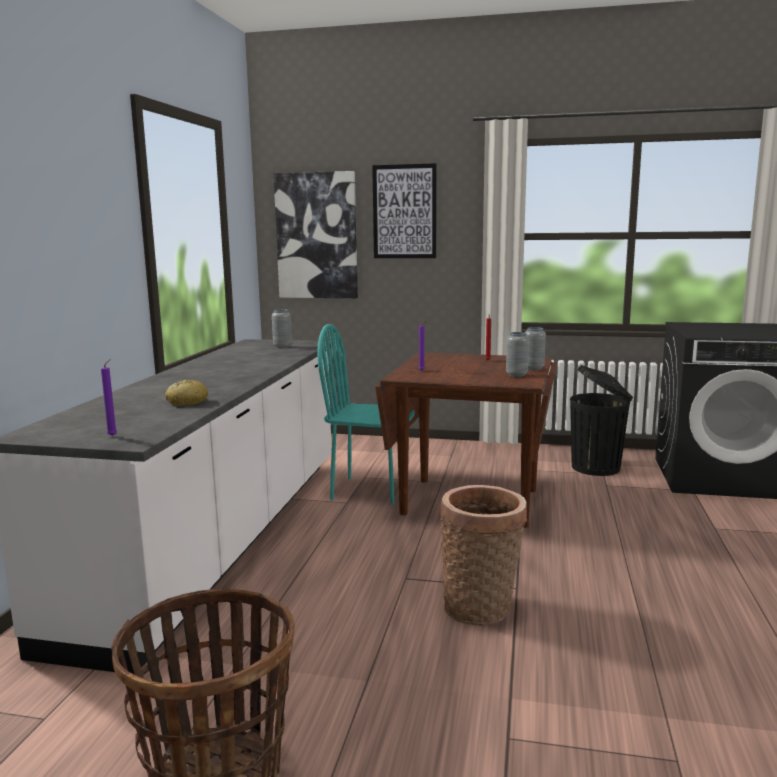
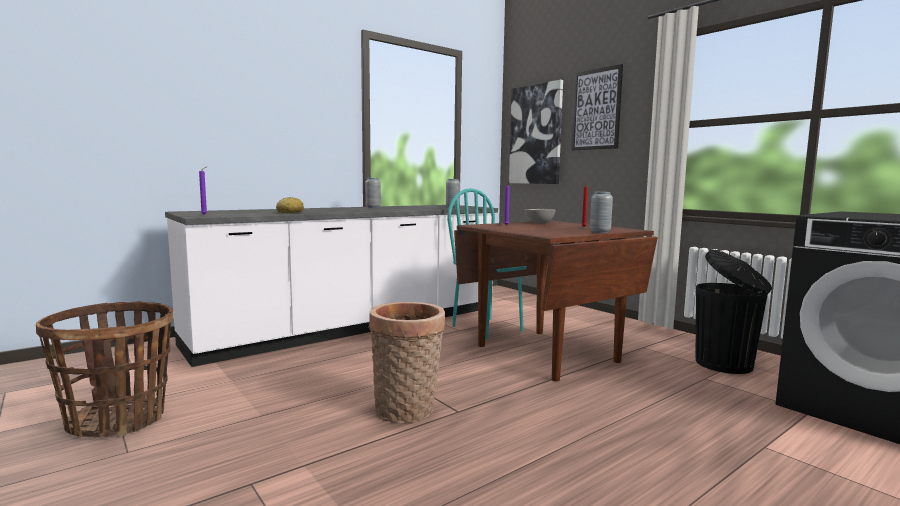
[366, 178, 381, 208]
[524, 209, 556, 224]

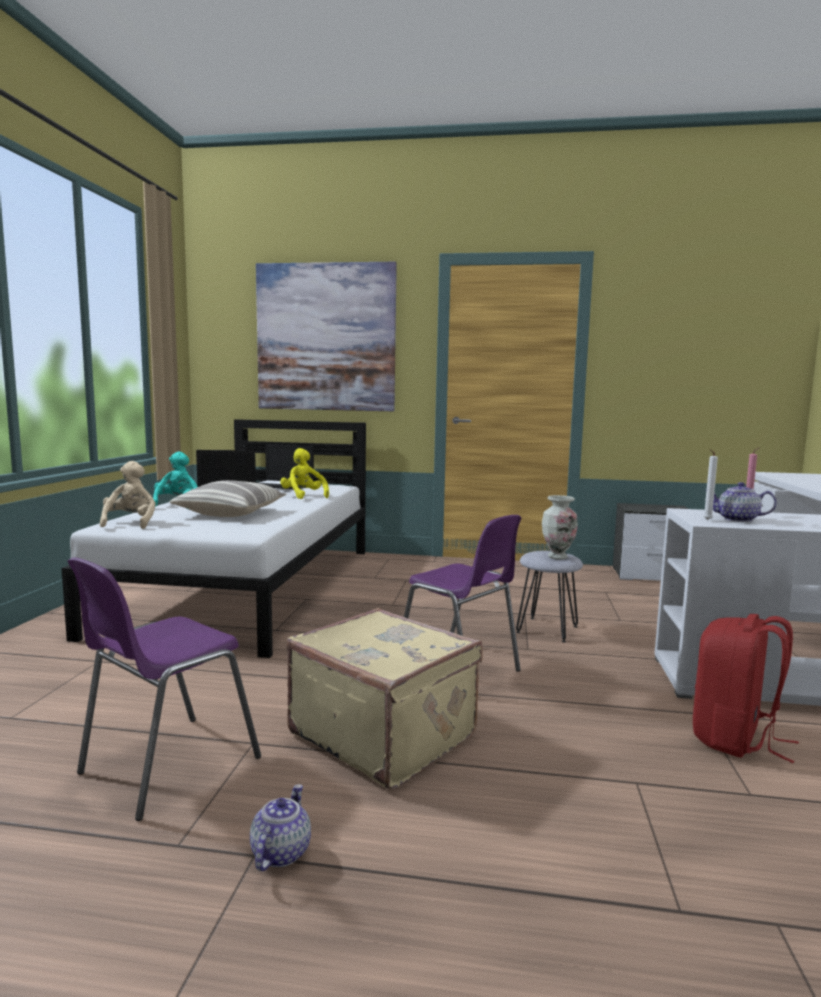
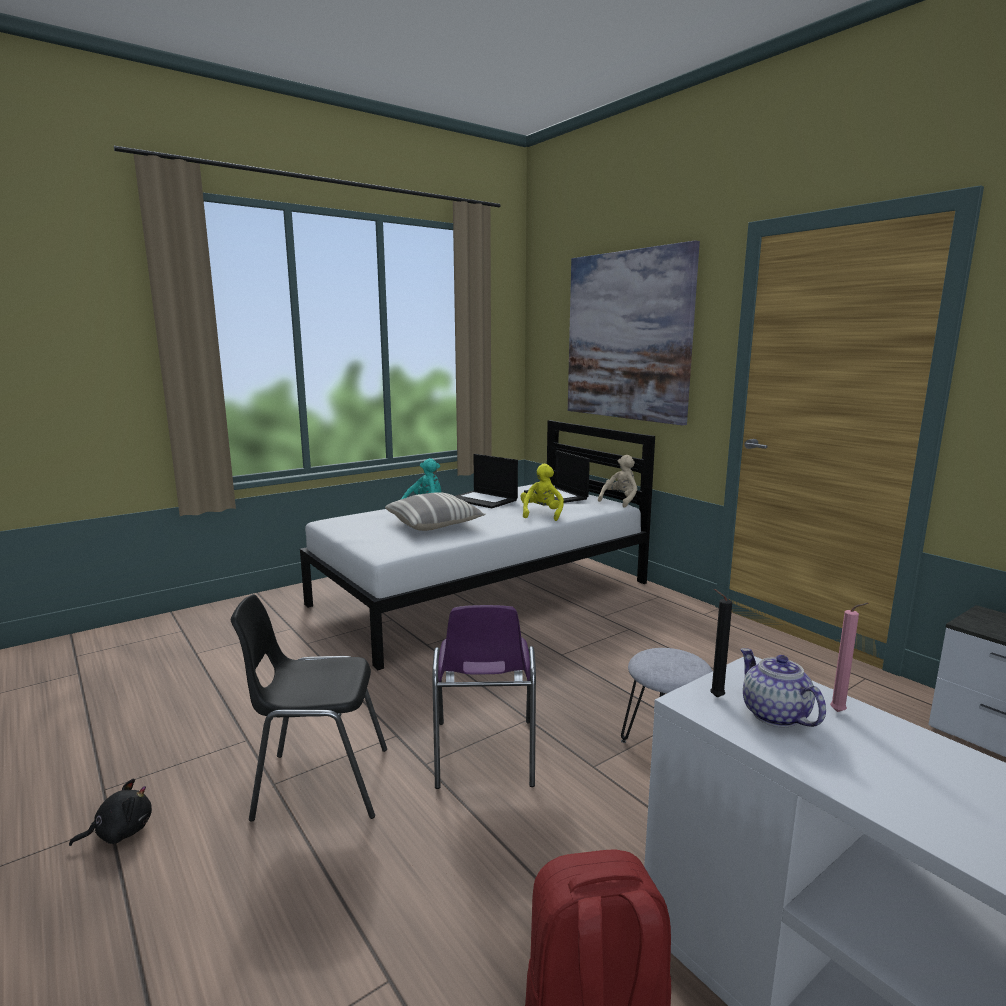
[68, 558, 261, 821] (first image)
[598, 455, 638, 508]
[69, 779, 152, 846]
[231, 594, 387, 822]
[542, 495, 578, 560] (first image)
[710, 589, 732, 697]

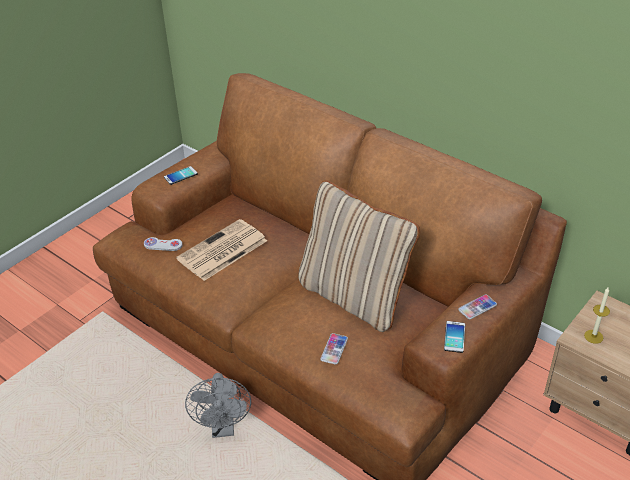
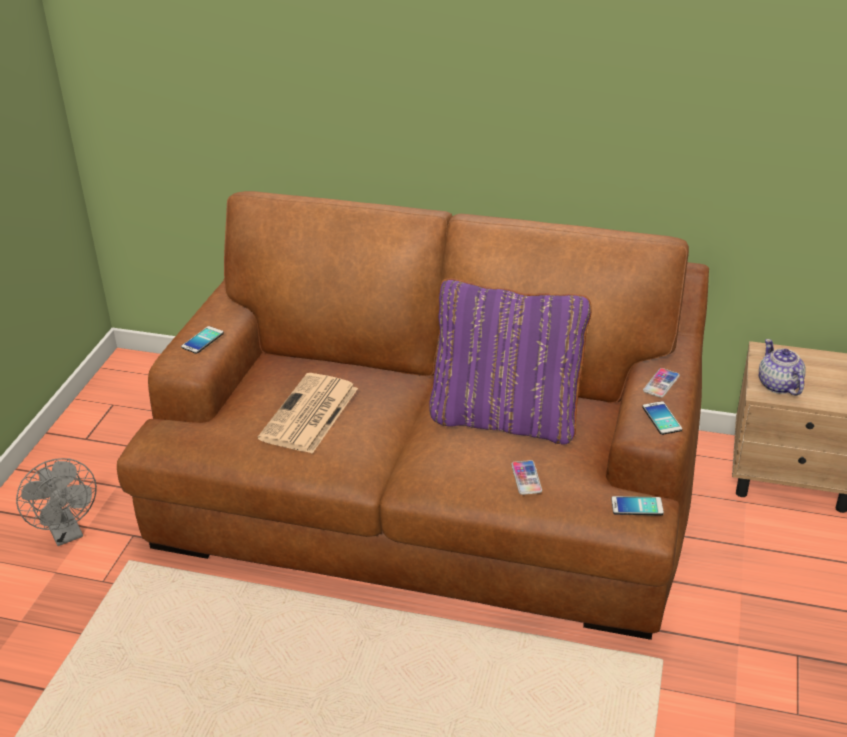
[144, 237, 183, 251] (first image)
[16, 458, 97, 546]
[429, 278, 592, 444]
[759, 339, 805, 396]
[611, 496, 664, 515]

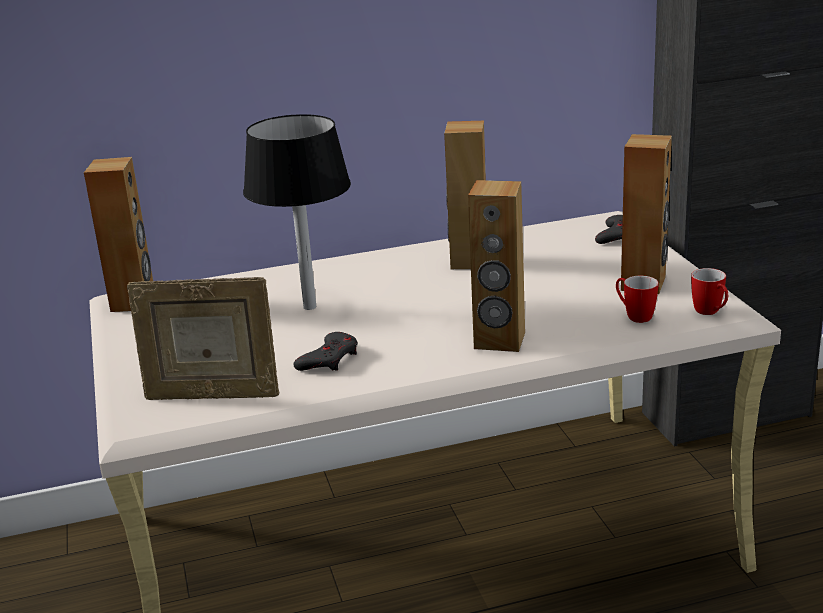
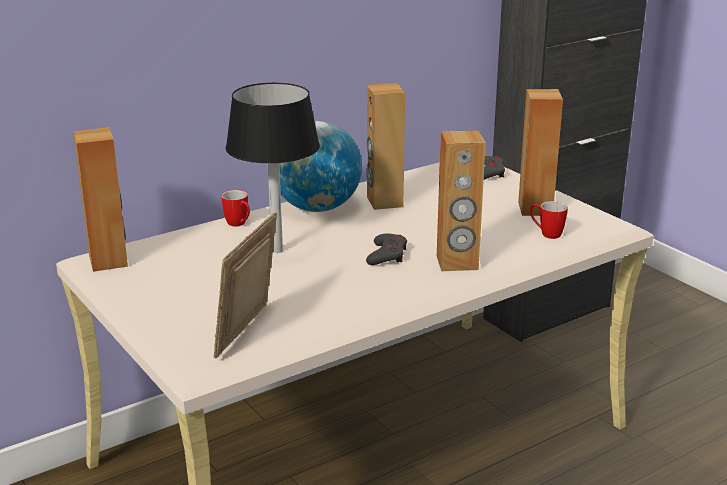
[214, 212, 277, 358]
[366, 233, 407, 265]
[221, 190, 250, 227]
[280, 121, 362, 212]

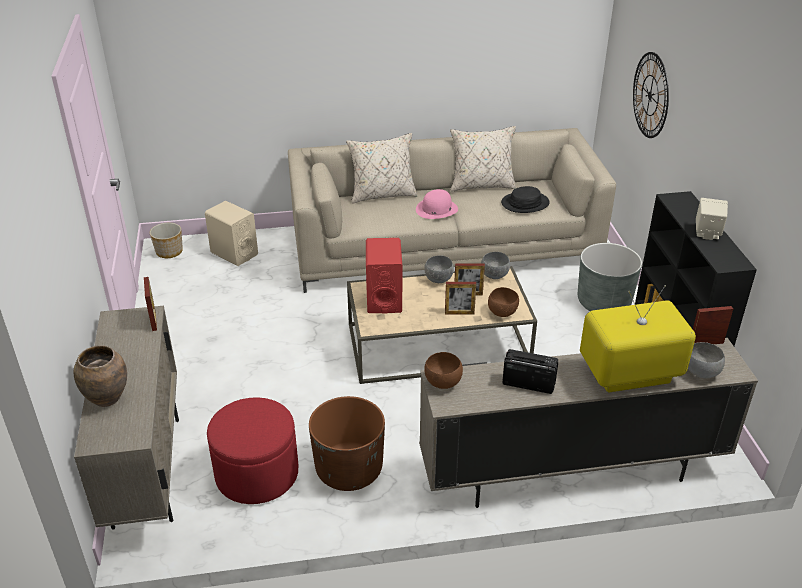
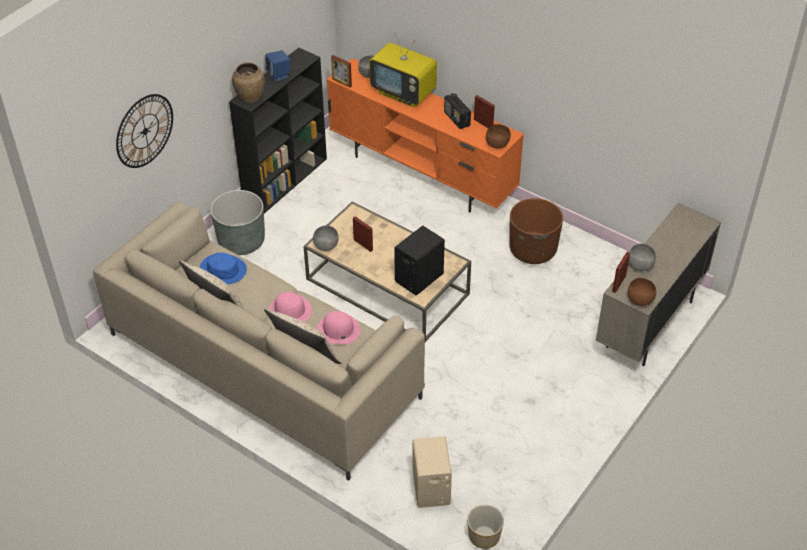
[232, 62, 265, 103]
[207, 397, 298, 504] (first image)
[394, 226, 445, 296]
[327, 58, 524, 212]
[629, 244, 656, 271]
[474, 95, 495, 128]
[628, 278, 656, 306]
[199, 252, 247, 284]
[265, 50, 290, 82]
[317, 311, 361, 345]

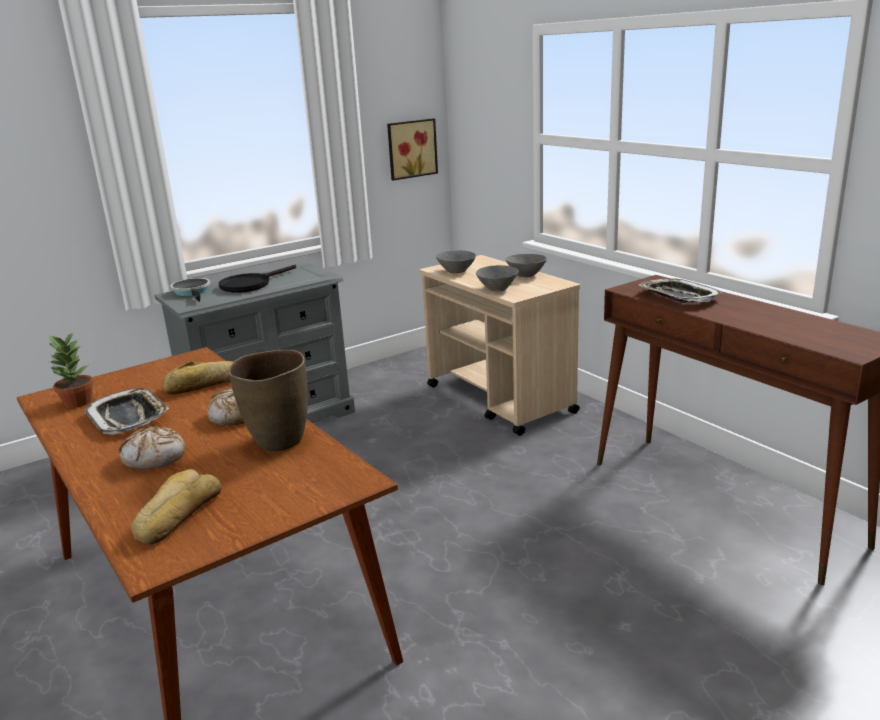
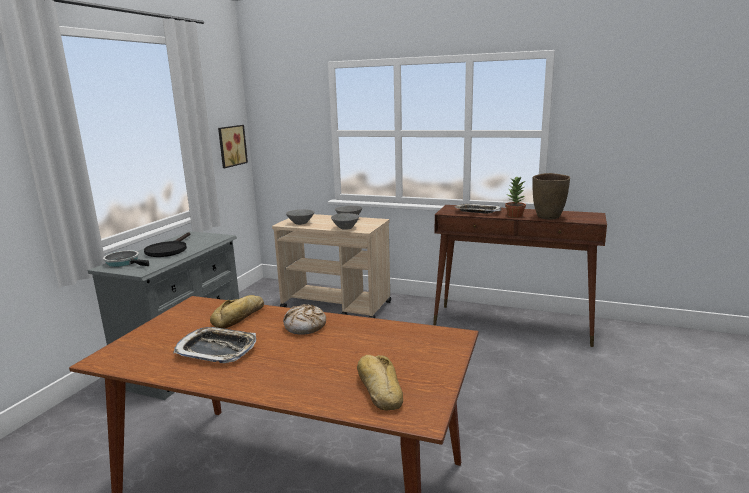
[505, 177, 526, 218]
[119, 426, 185, 469] (first image)
[532, 173, 570, 219]

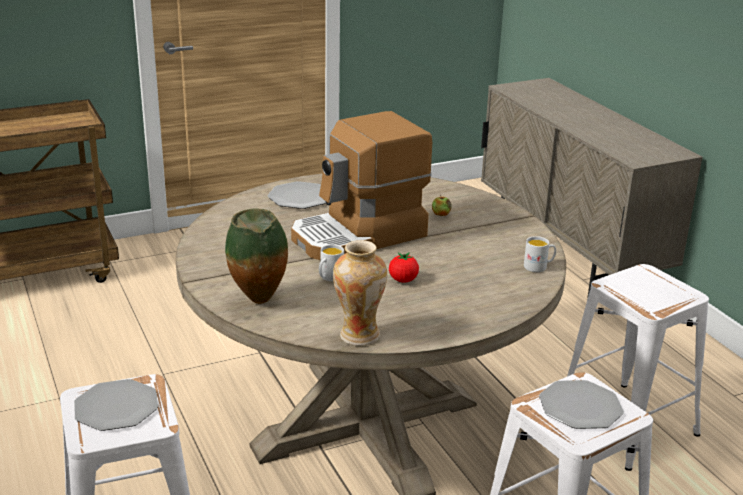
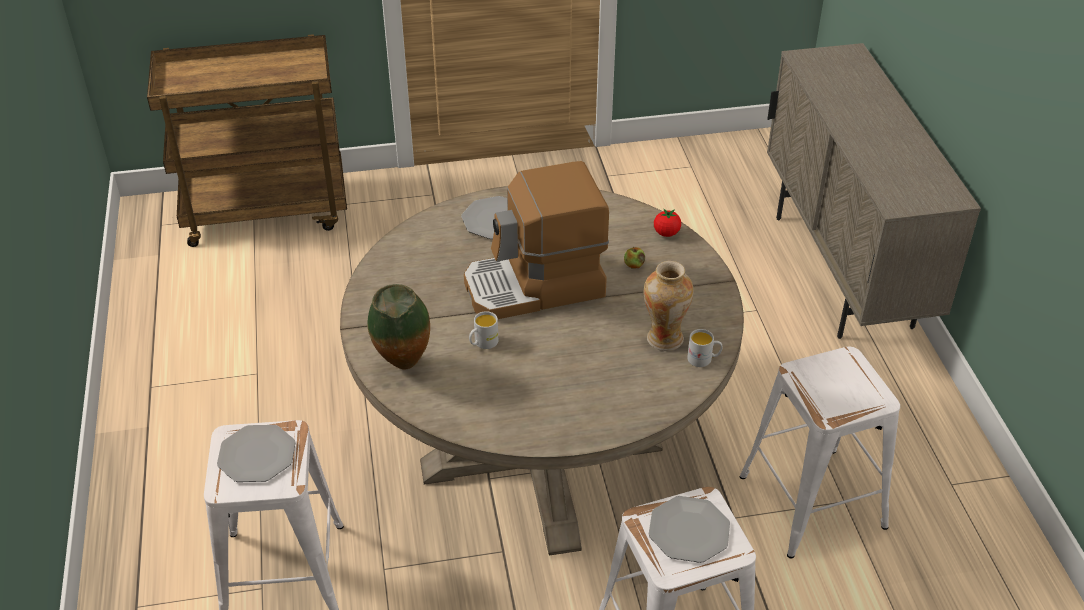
[644, 261, 693, 351]
[654, 209, 681, 237]

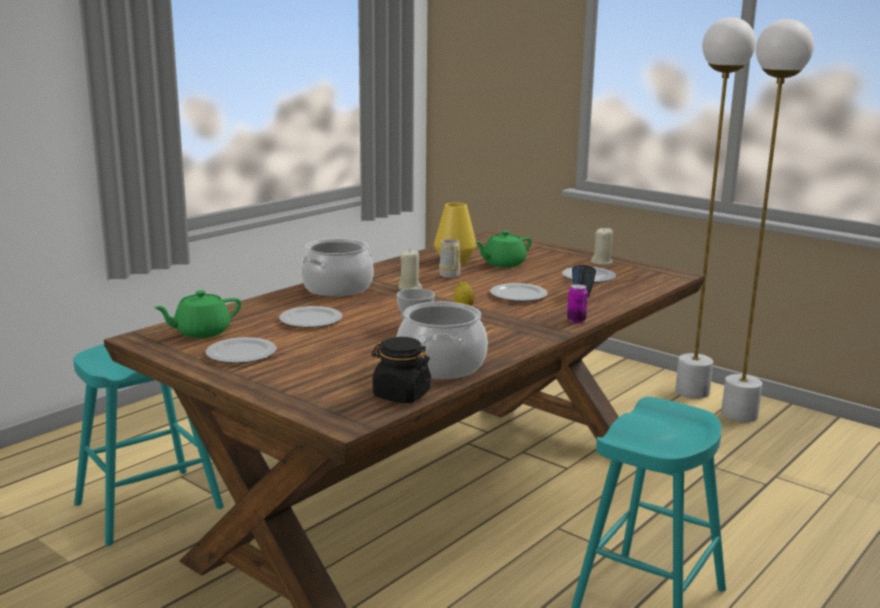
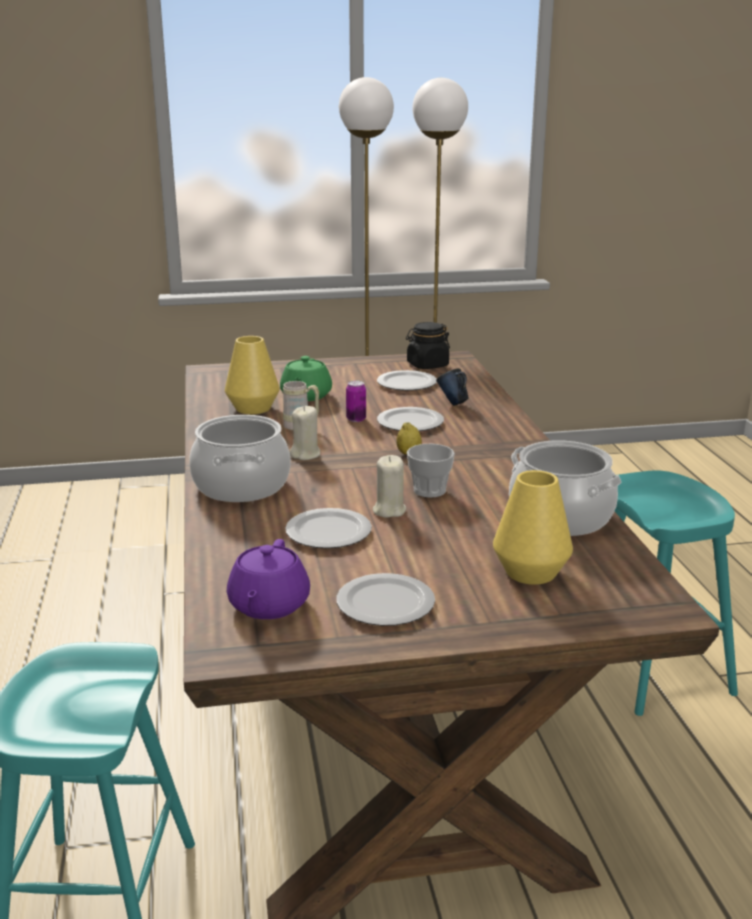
[227, 539, 310, 619]
[406, 322, 450, 369]
[346, 381, 366, 422]
[373, 455, 406, 518]
[493, 470, 573, 585]

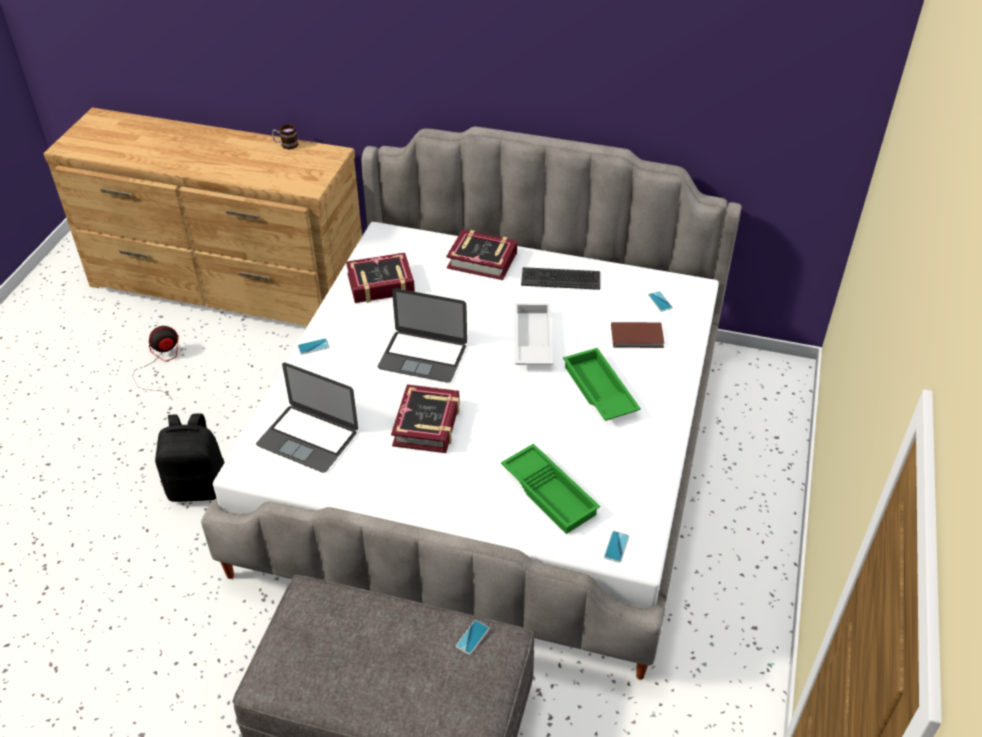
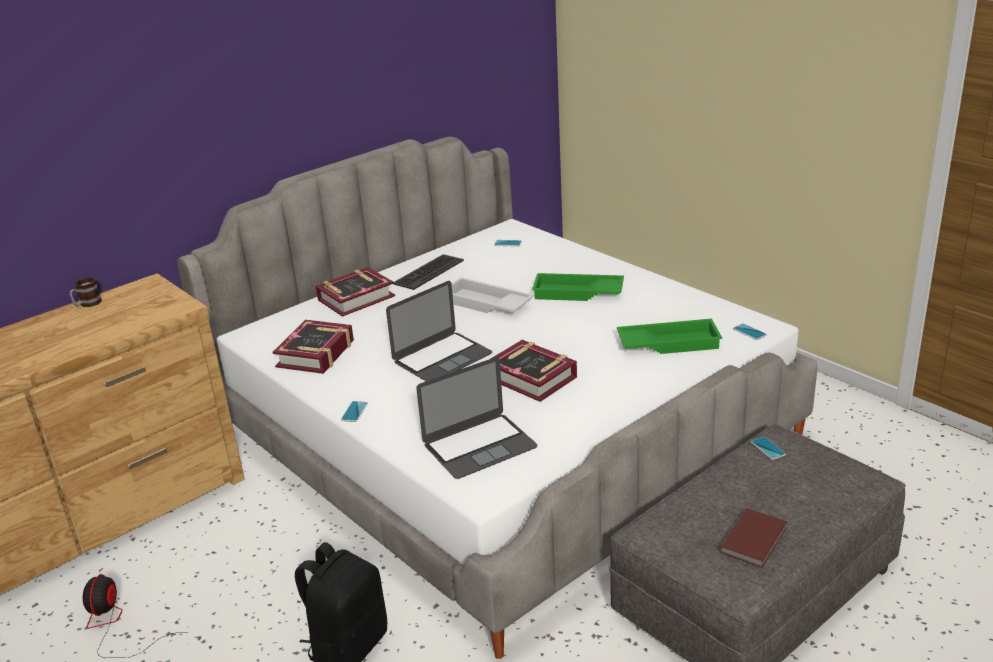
[719, 508, 787, 568]

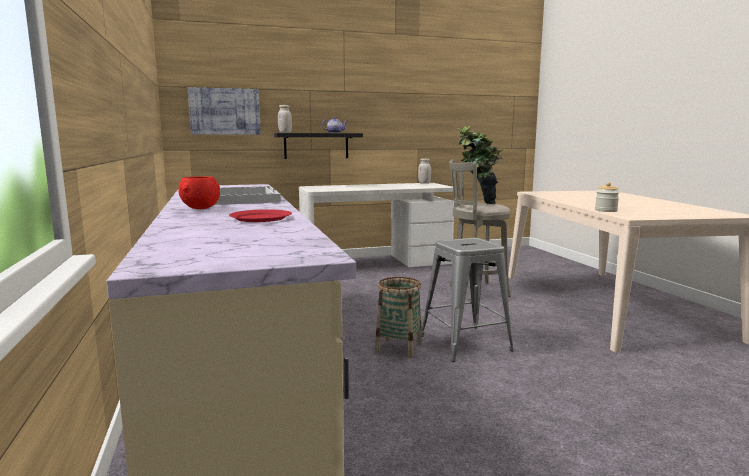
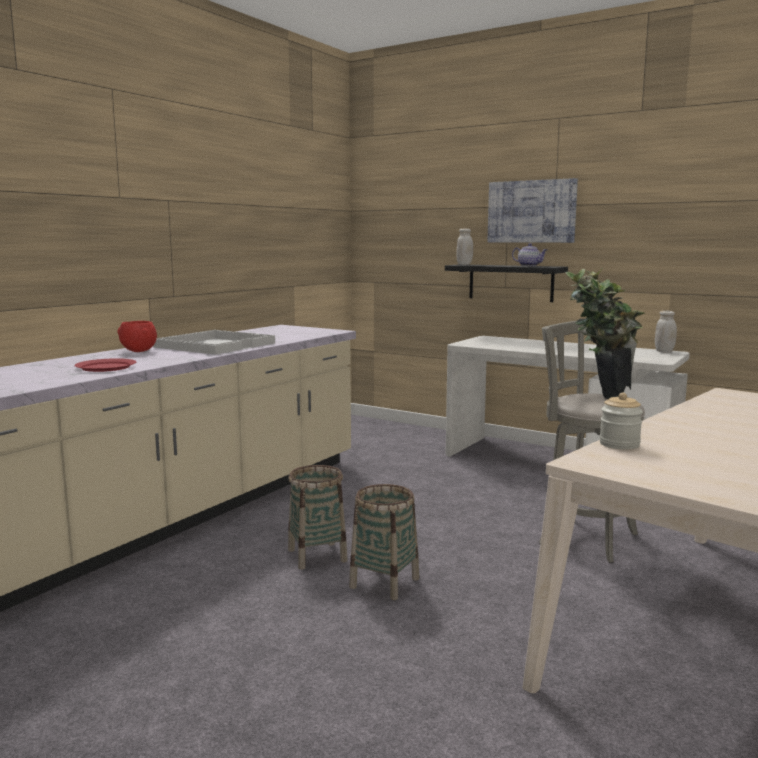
[487, 178, 578, 243]
[349, 484, 419, 600]

